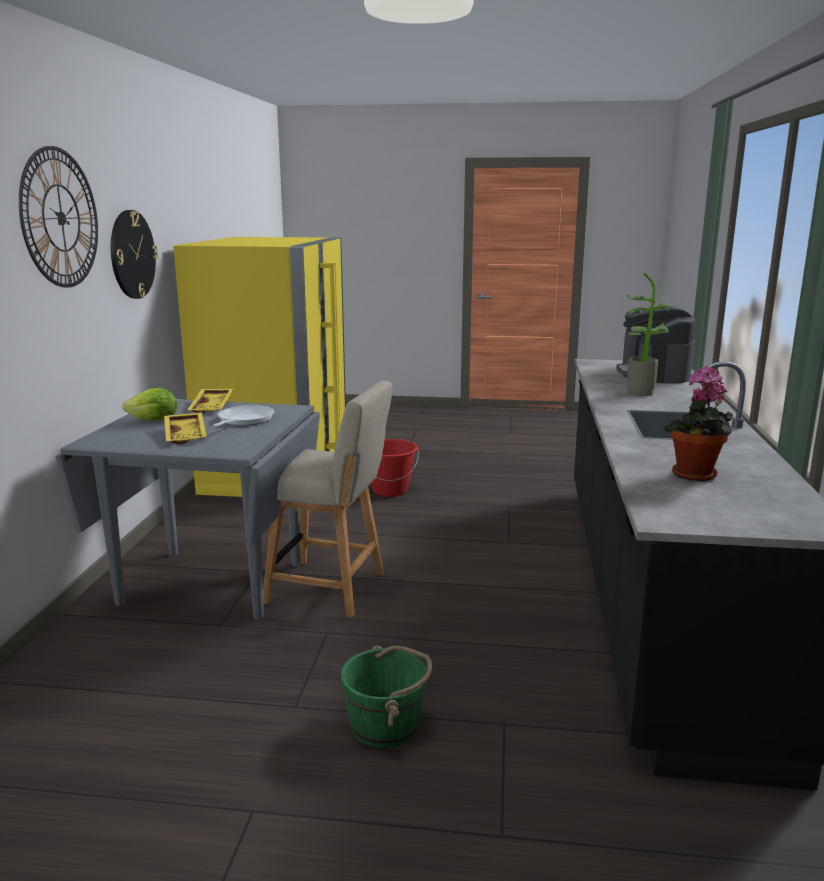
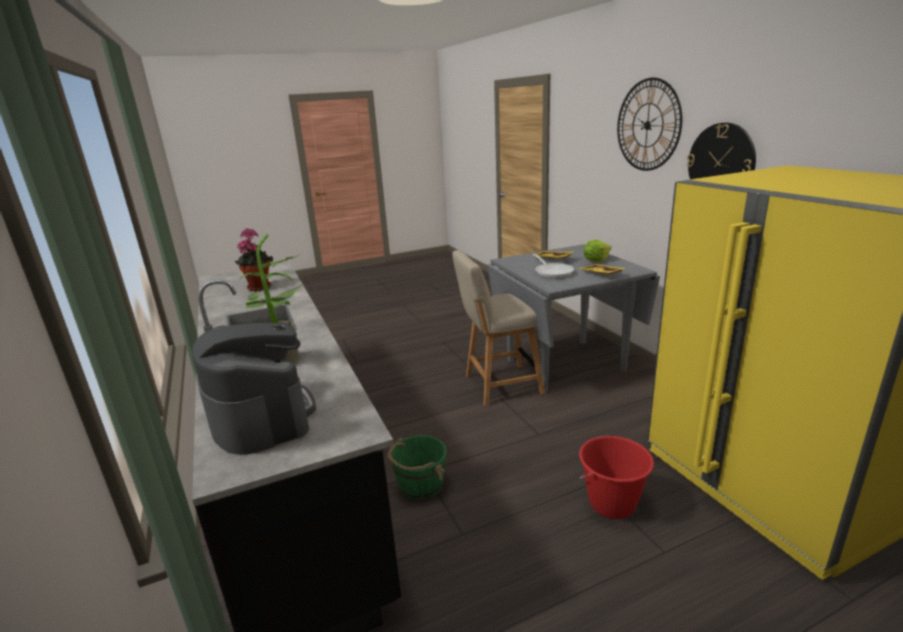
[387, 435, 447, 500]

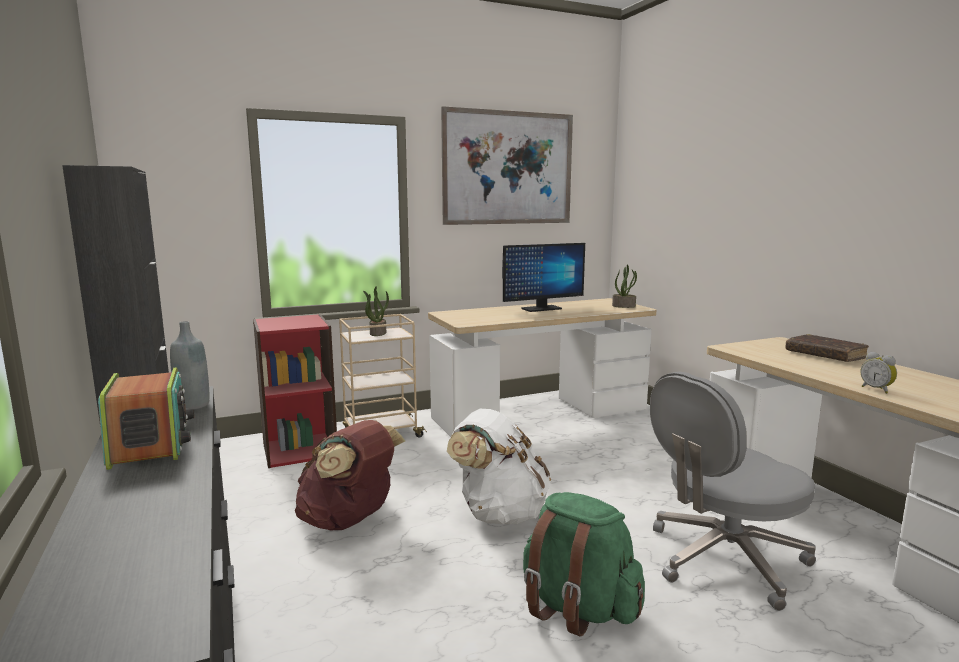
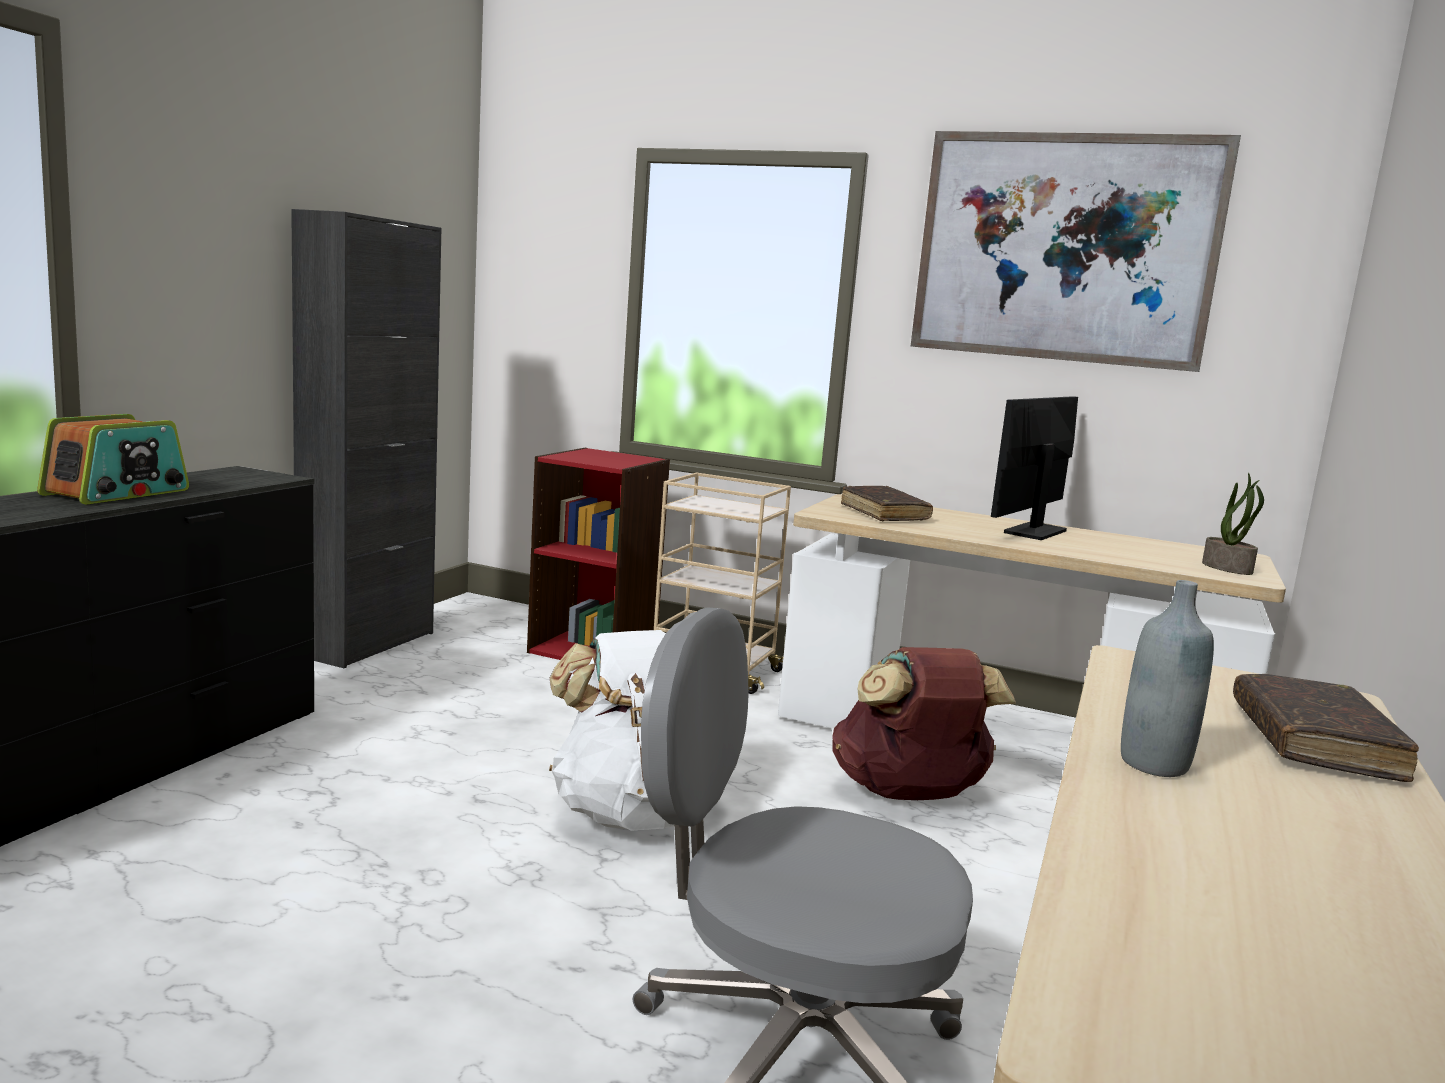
[1121, 580, 1214, 777]
[832, 647, 1016, 800]
[363, 286, 389, 336] (first image)
[991, 396, 1078, 540]
[523, 492, 645, 637] (first image)
[860, 351, 897, 394] (first image)
[841, 486, 933, 521]

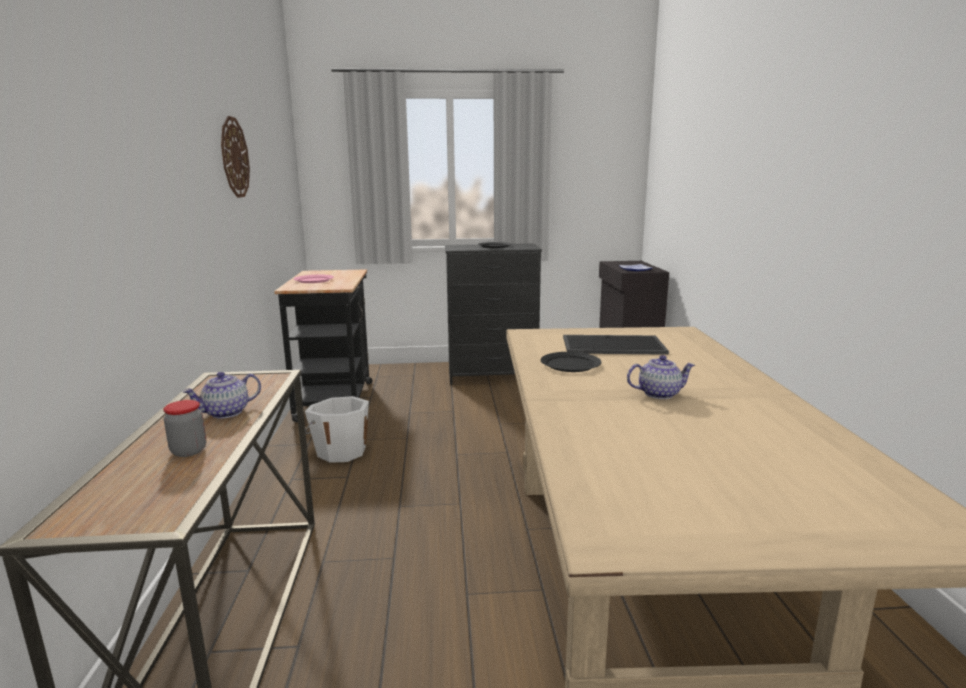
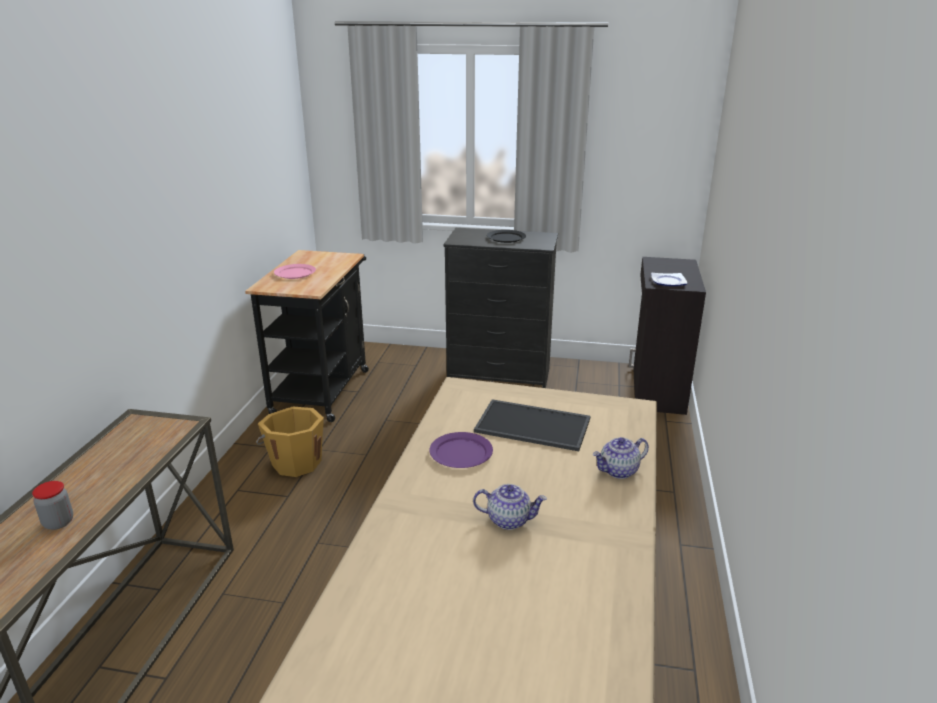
[593, 437, 649, 479]
[221, 116, 250, 198] (first image)
[256, 407, 324, 477]
[429, 432, 493, 468]

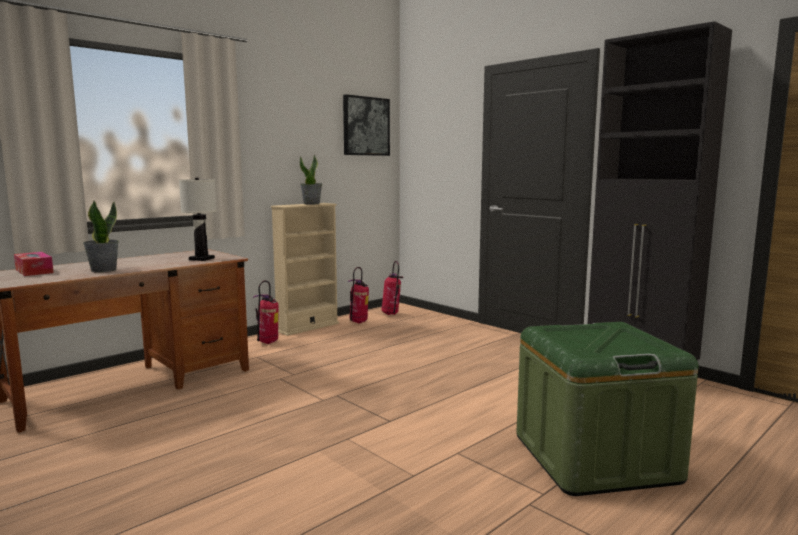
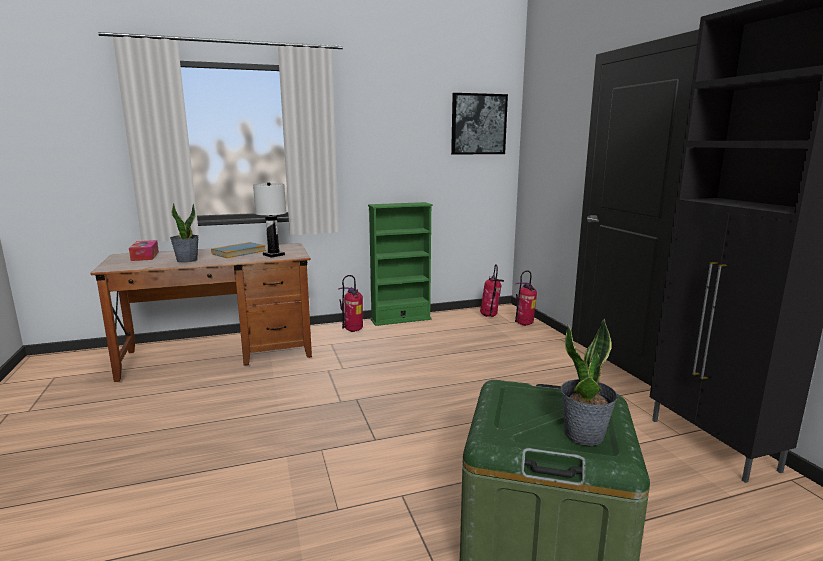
[368, 202, 433, 326]
[561, 318, 618, 446]
[515, 270, 537, 326]
[211, 242, 266, 258]

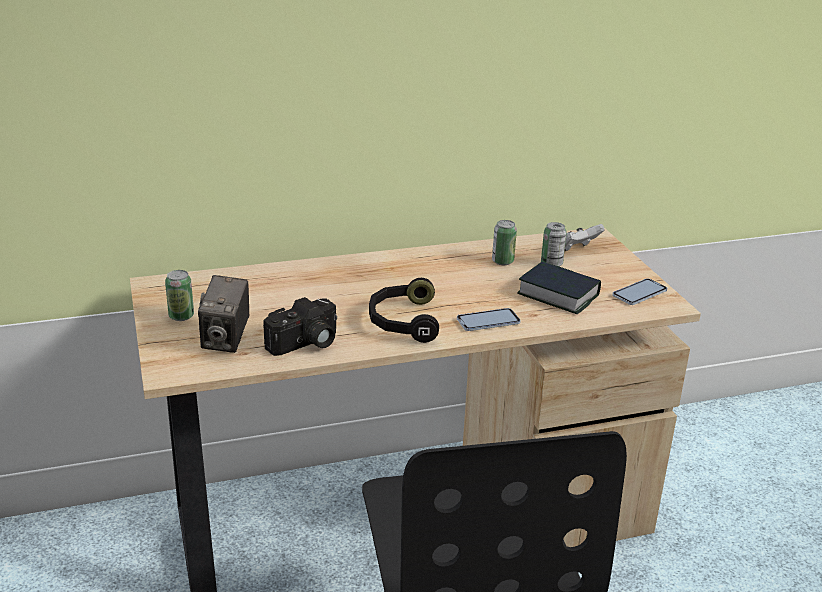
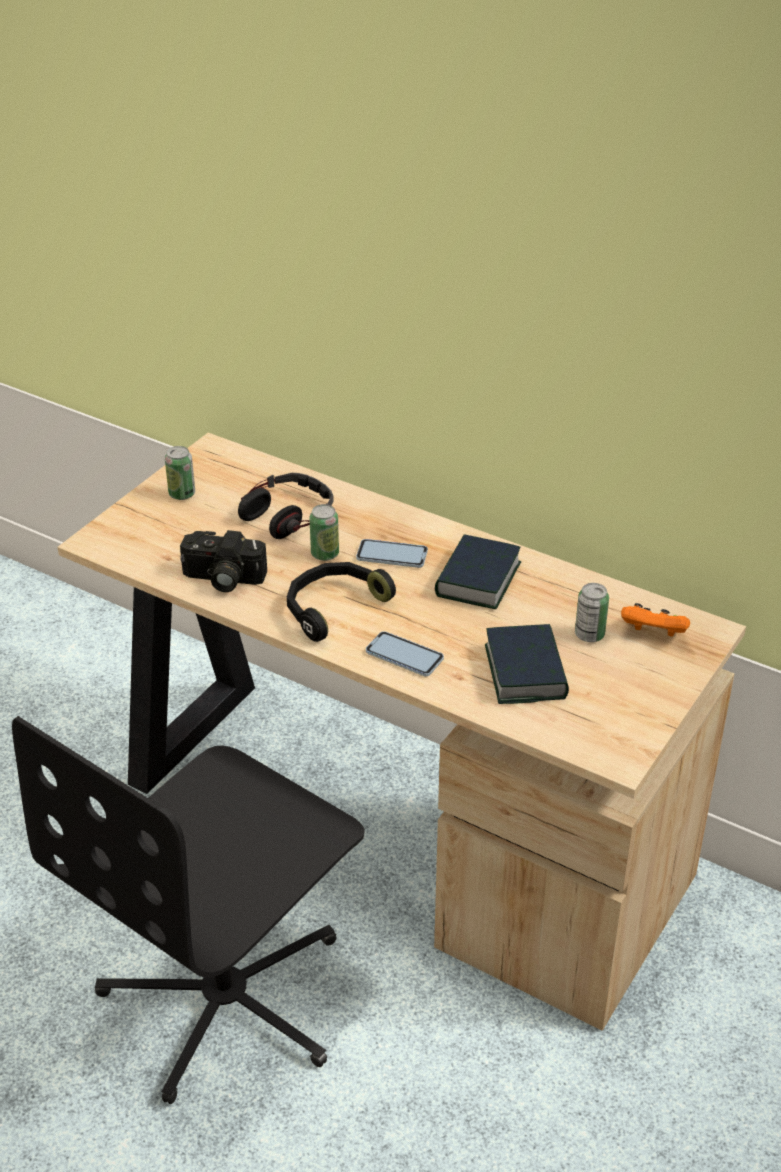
[198, 275, 249, 353] (first image)
[309, 504, 339, 561]
[621, 603, 690, 637]
[356, 539, 428, 568]
[238, 473, 334, 539]
[435, 534, 521, 609]

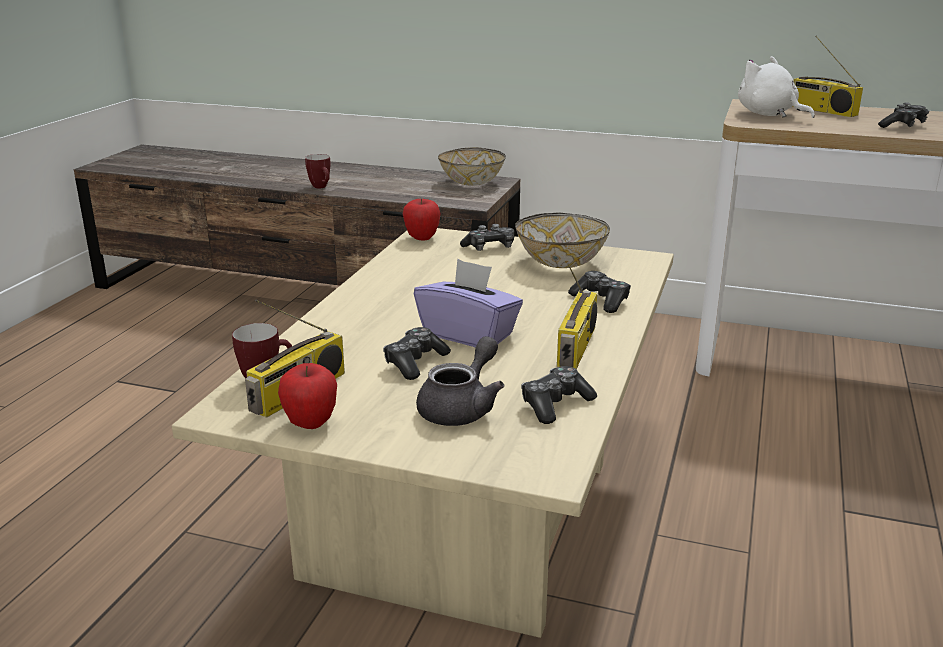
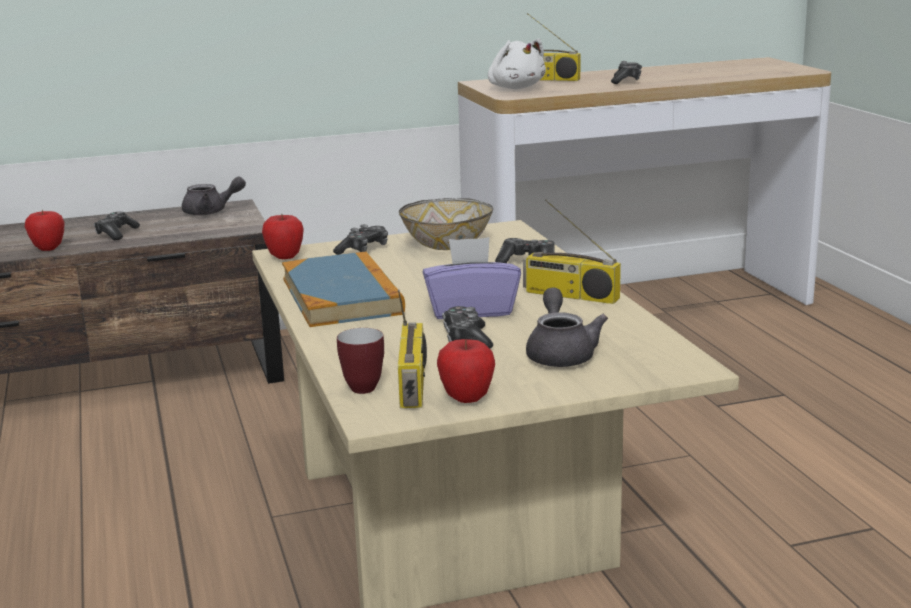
[25, 210, 65, 251]
[182, 177, 246, 216]
[94, 212, 140, 240]
[523, 200, 621, 304]
[488, 38, 546, 89]
[282, 252, 405, 327]

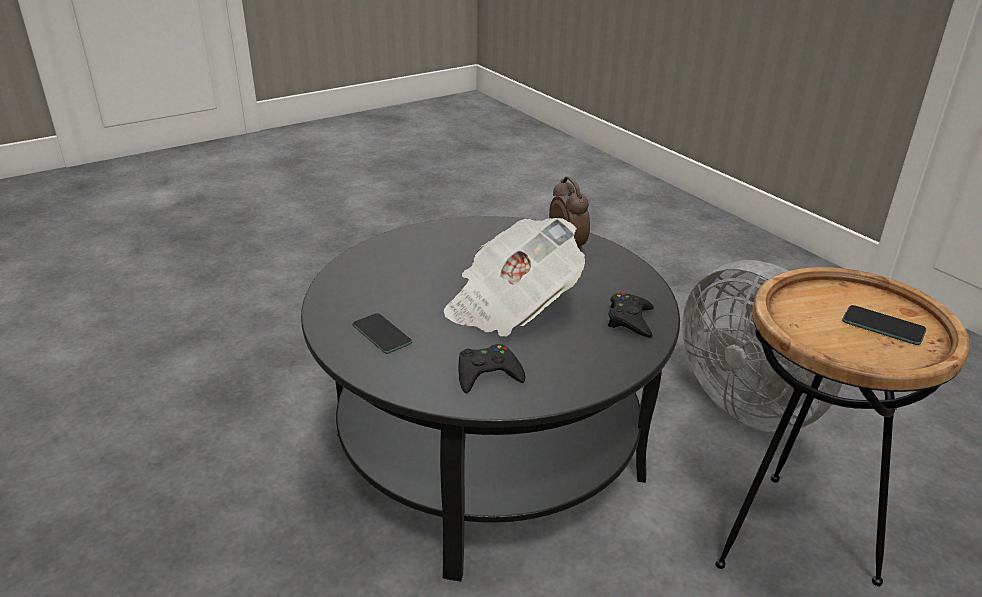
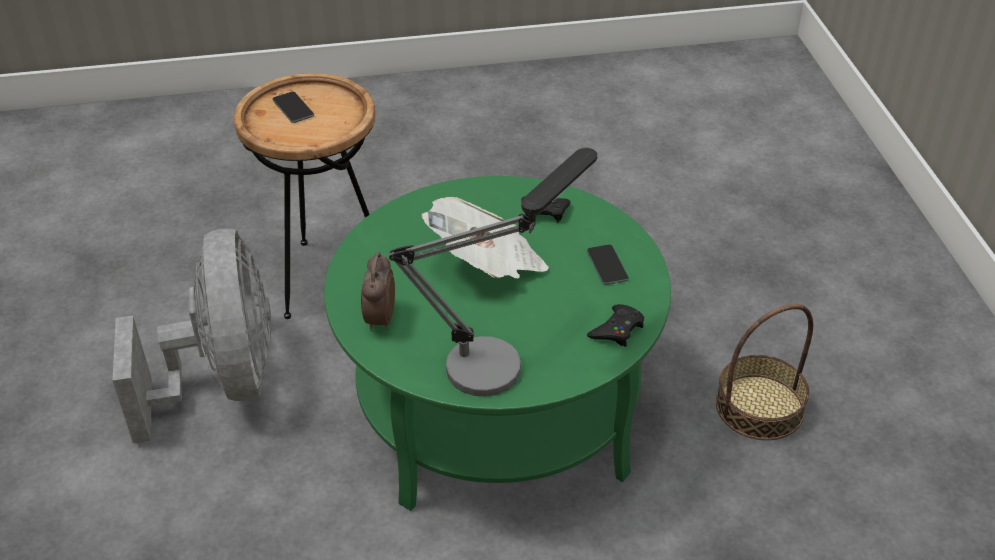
[324, 176, 671, 511]
[587, 304, 644, 347]
[389, 148, 597, 397]
[716, 304, 813, 440]

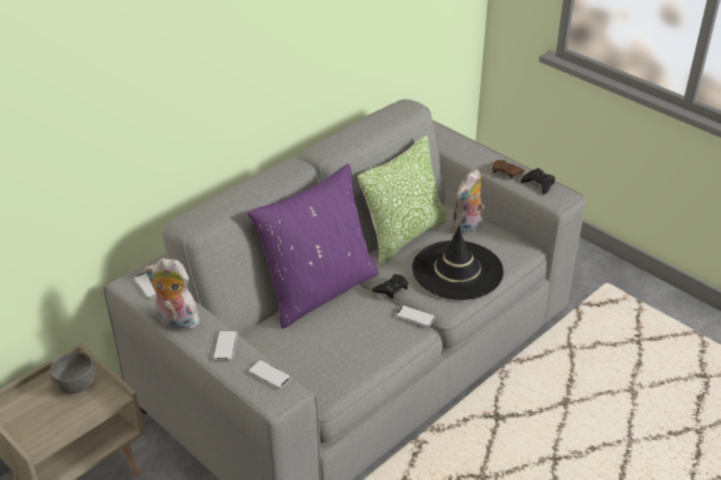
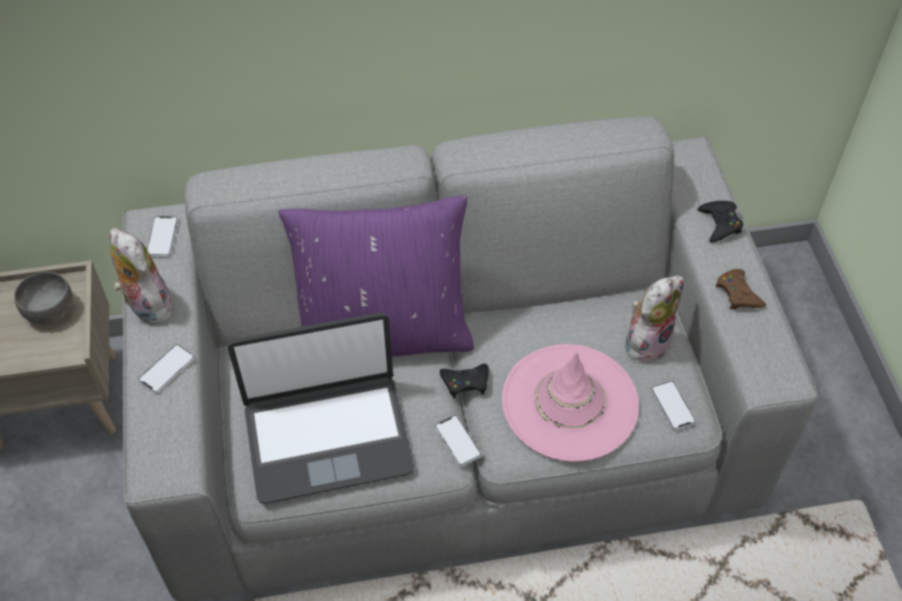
[651, 381, 696, 430]
[357, 135, 448, 265] (first image)
[502, 344, 639, 462]
[625, 276, 683, 364]
[697, 201, 743, 242]
[228, 312, 414, 504]

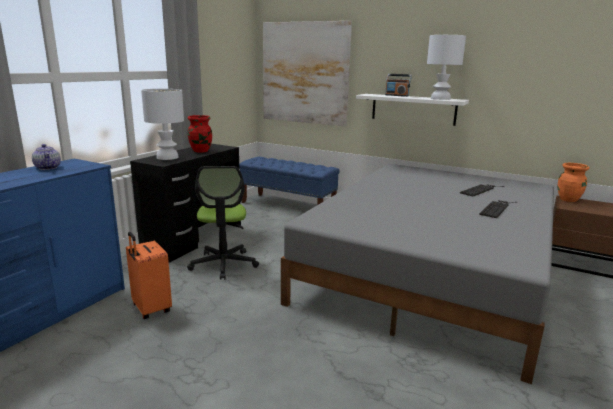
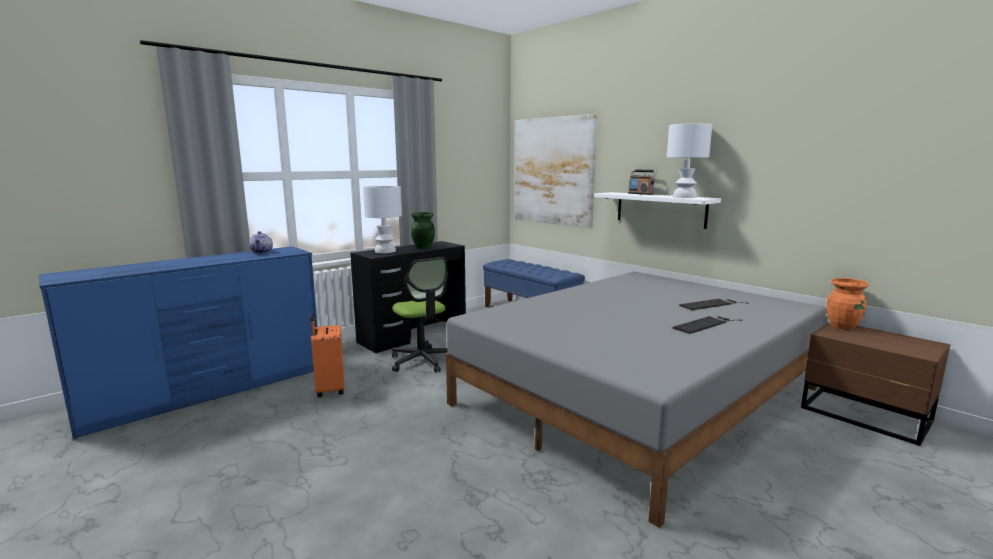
[392, 257, 448, 372]
[411, 212, 435, 249]

